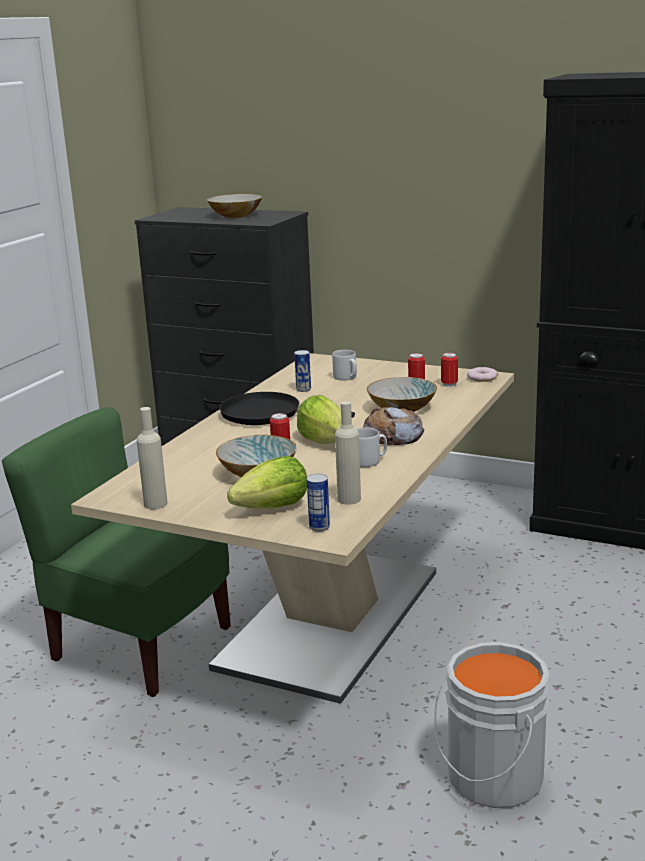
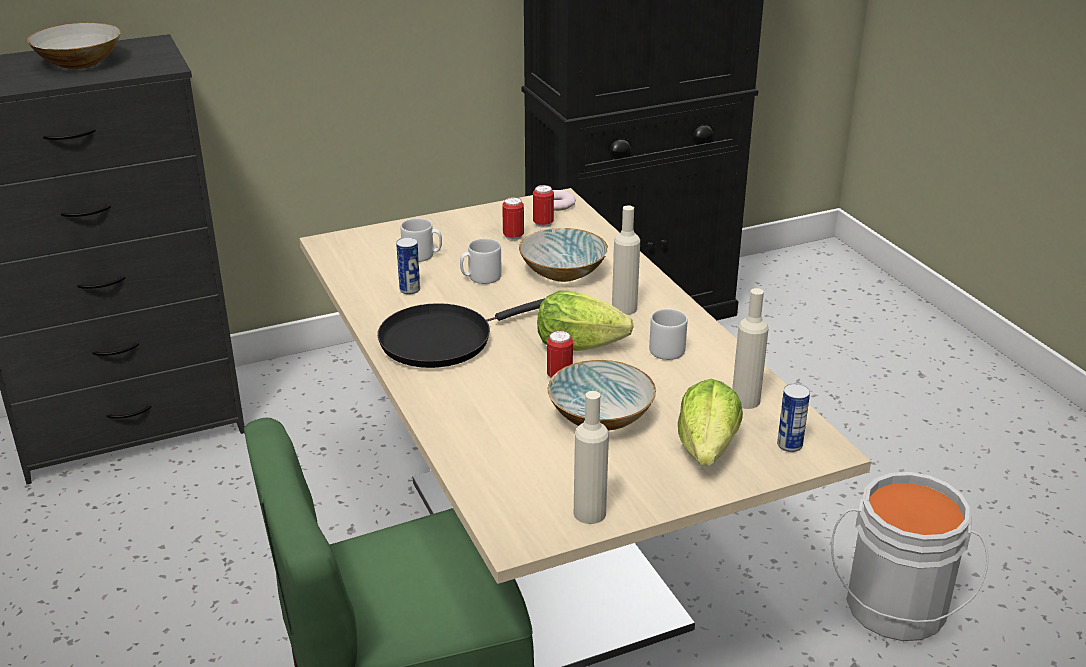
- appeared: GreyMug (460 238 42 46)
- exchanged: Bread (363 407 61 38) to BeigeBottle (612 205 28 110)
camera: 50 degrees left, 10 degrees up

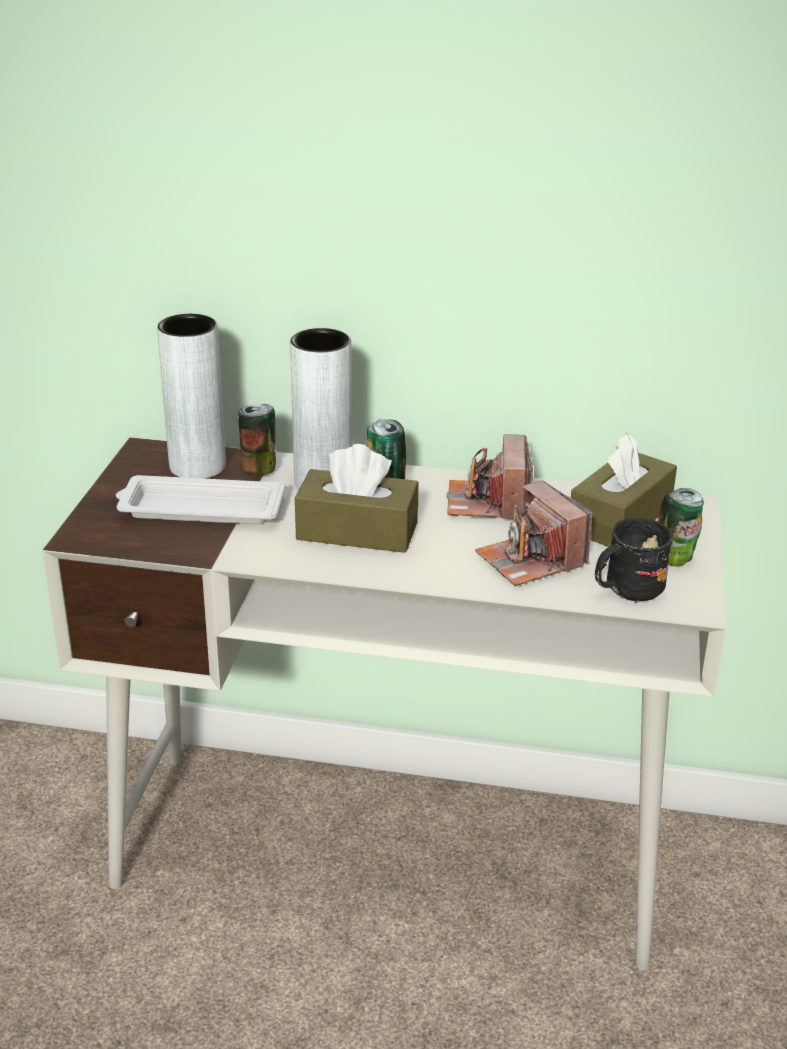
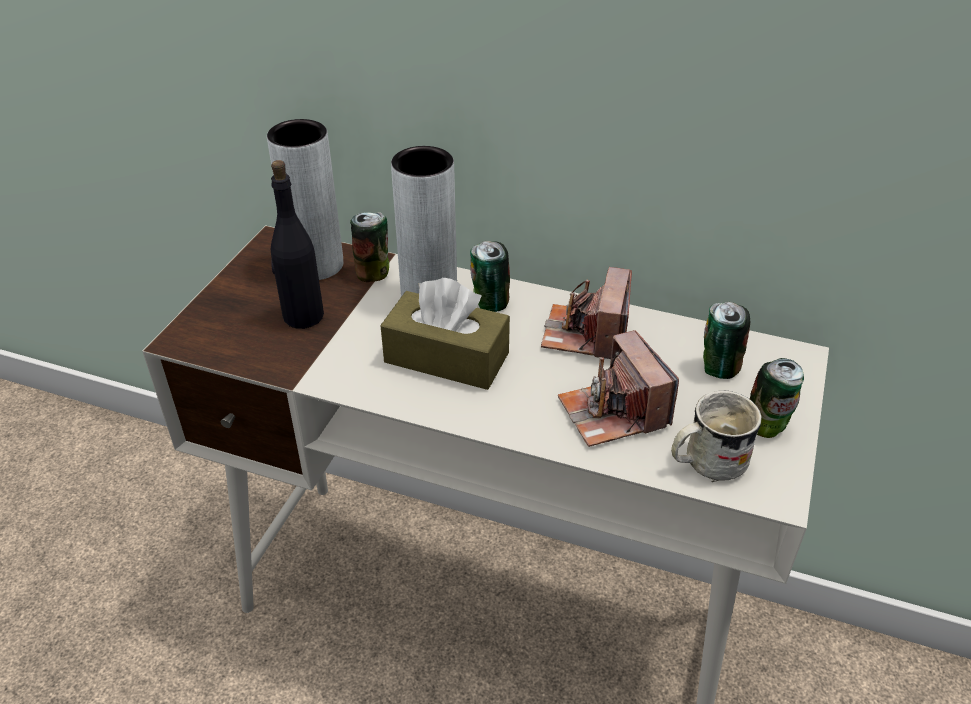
- exchanged: WhiteTray (116 475 170 49) to BlackBottle (271 160 53 169)
- exchanged: BrownTissueBox (571 433 106 114) to Can (703 302 47 77)
- colour: BlackMug (595 518 78 85) to WhiteMug (671 391 91 91)
camera: 10 degrees right, 10 degrees up

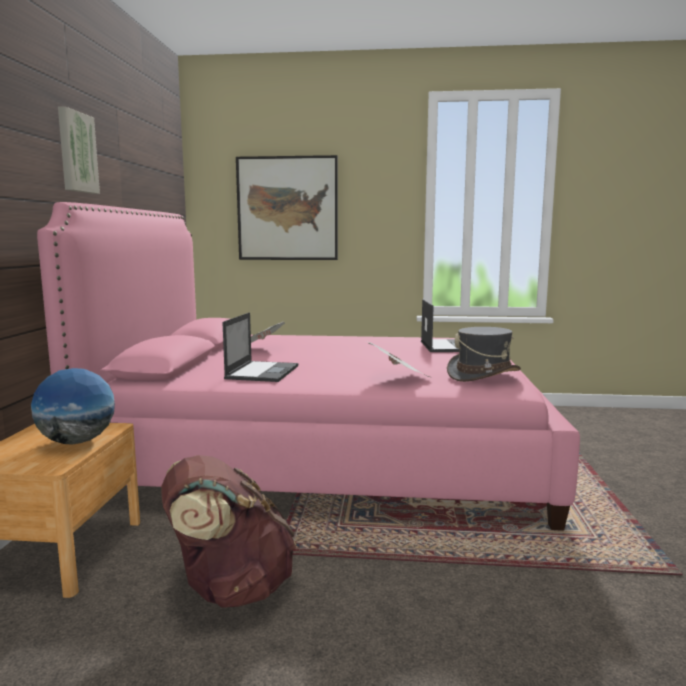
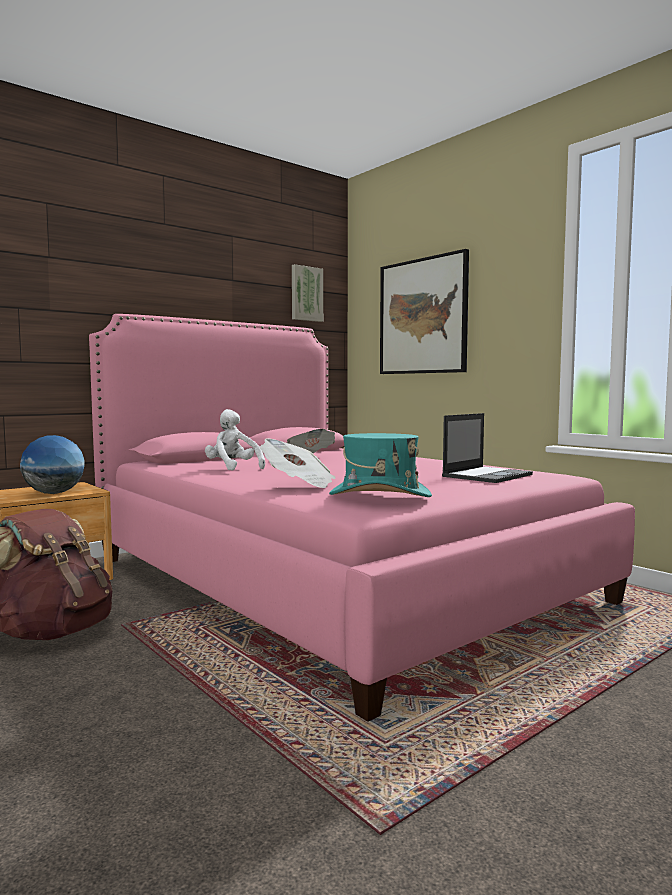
- relocated: Picture (58 106 42 88) to (292 264 31 58)
- exchanged: Laptop (222 312 76 70) to WhitePlushToy (205 409 60 62)
- colour: GreyHat (447 327 74 55) to TurquoiseHat (329 433 103 64)
camera: 45 degrees right, 5 degrees down

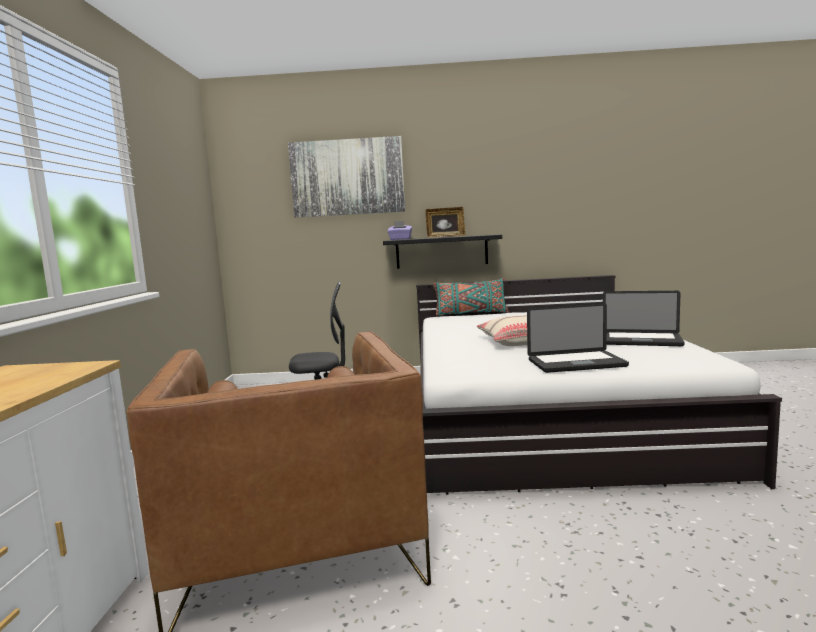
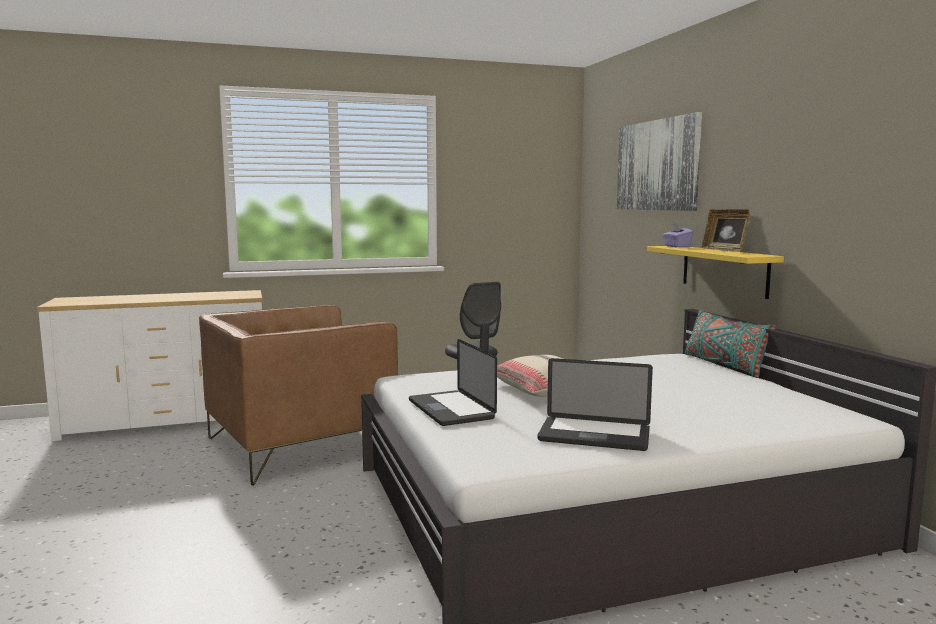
- colour: BlackShelf (383 234 119 35) to YellowShelf (647 246 137 53)
- spun: Laptop (603 291 82 55) = (537 358 116 93) 75 degrees counterclockwise
camera: 70 degrees right, 0 degrees up

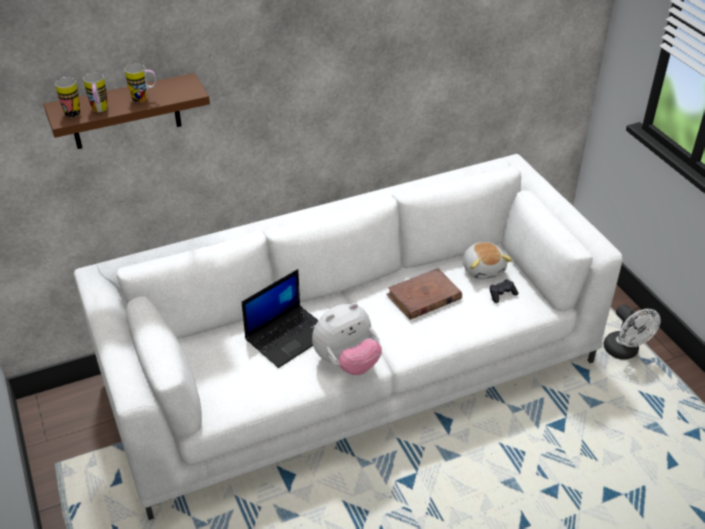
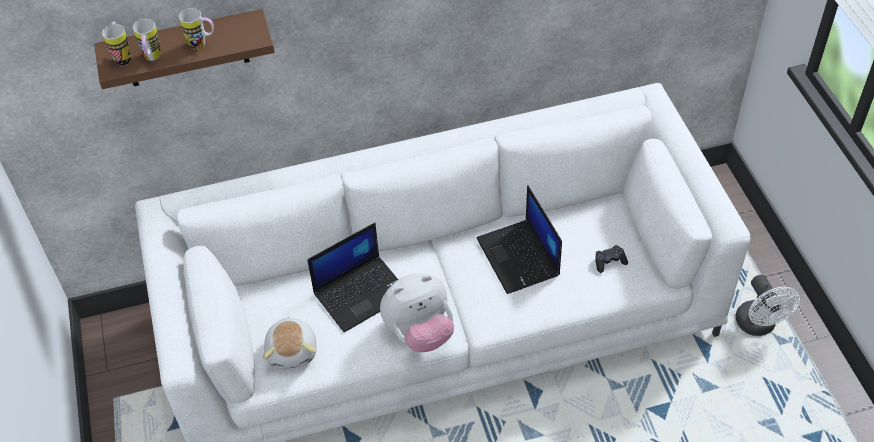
- relocated: PlushToy (463 242 49 37) to (263 316 54 53)
- exchanged: BrownBook (386 268 76 52) to Laptop (477 185 85 109)
camera: 10 degrees right, 10 degrees up

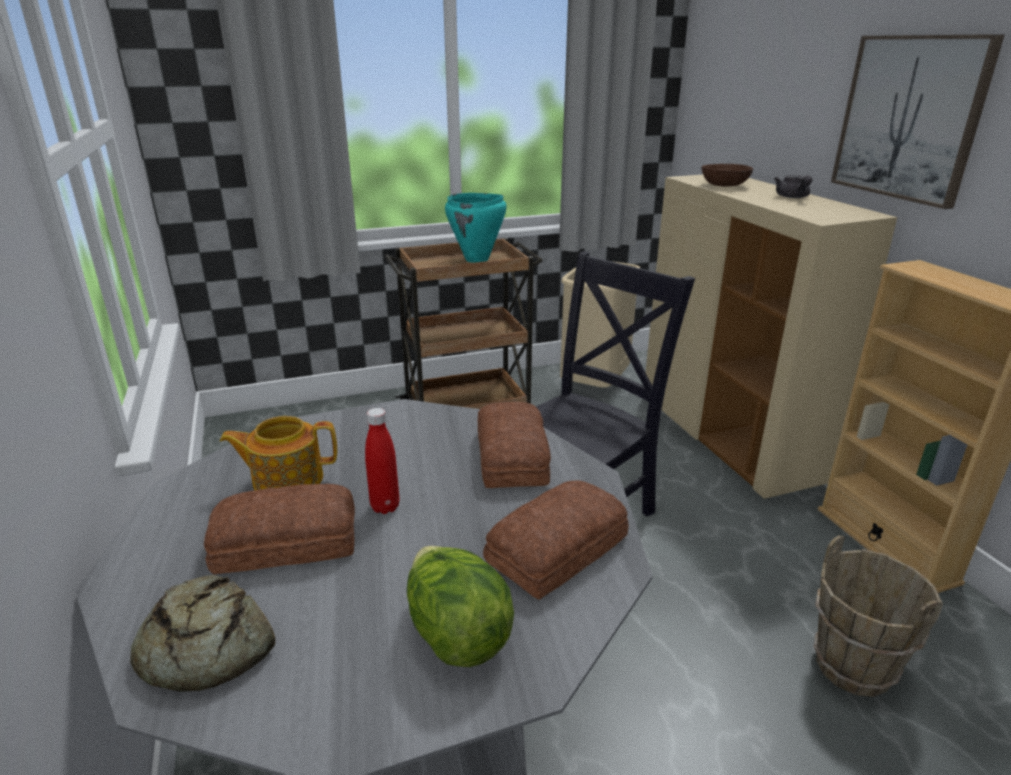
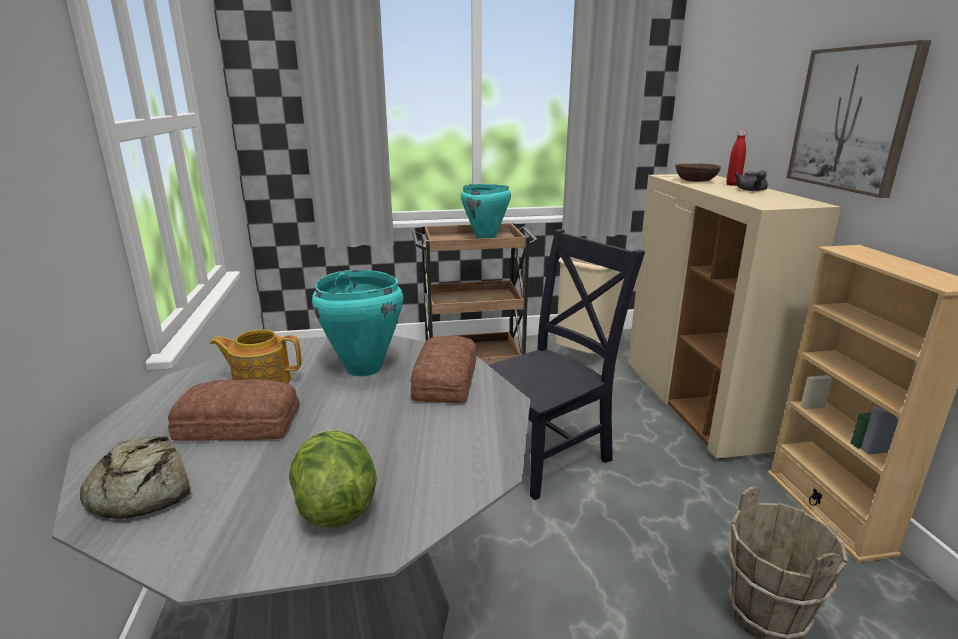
- missing: Bread (483 480 146 120)
- appeared: TurquoiseCookingPot (312 270 91 107)
- relocated: RedBottle (365 408 35 106) to (726 130 21 56)
camera: 10 degrees right, 5 degrees down

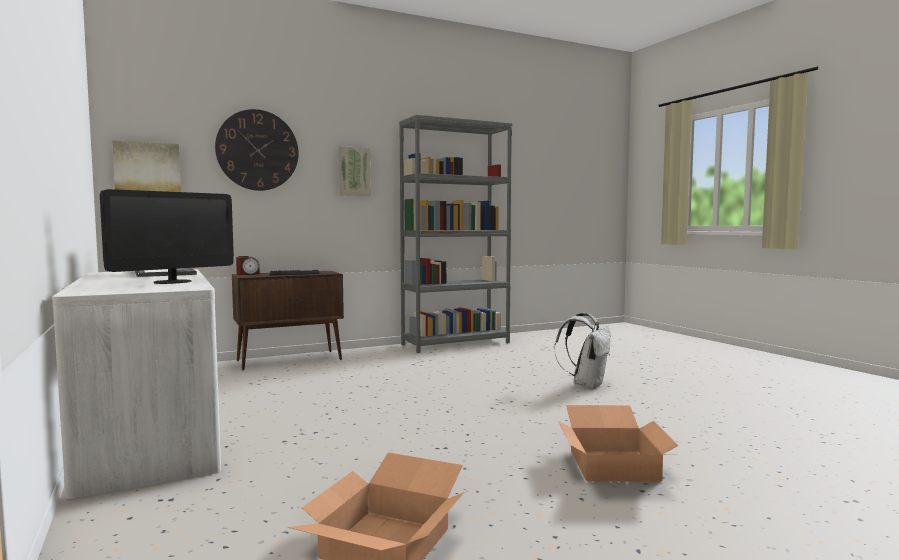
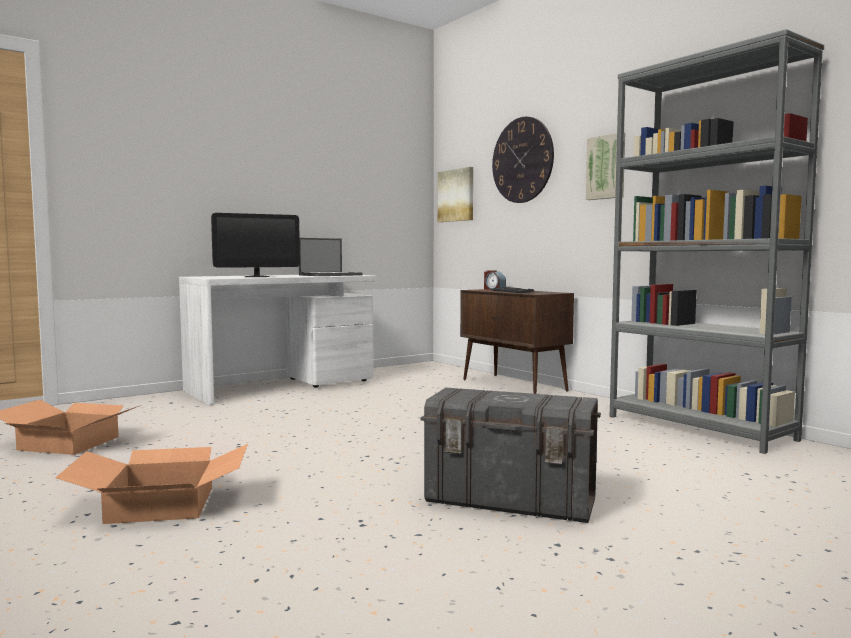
- exchanged: WhiteBackpack (554 313 57 76) to GreyStorageBox (421 388 180 135)
- spun: Monitor (100 189 134 95) = (211 213 89 64) 60 degrees counterclockwise
camera: 80 degrees right, 0 degrees up

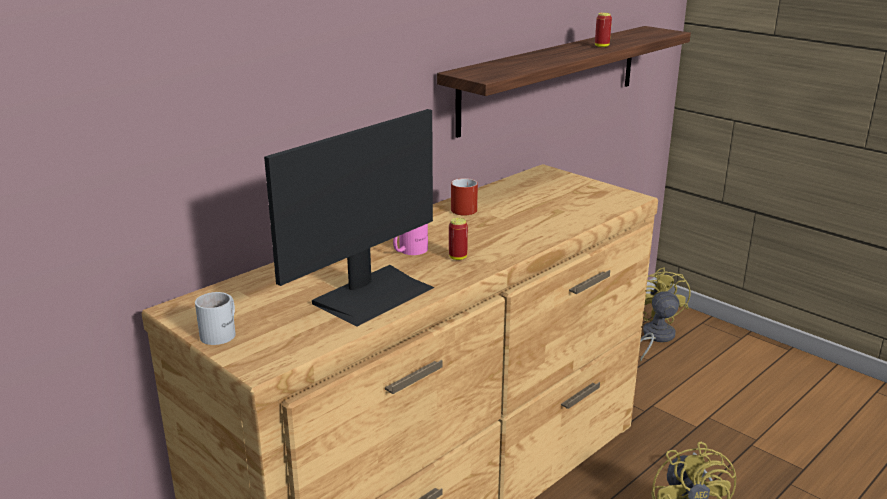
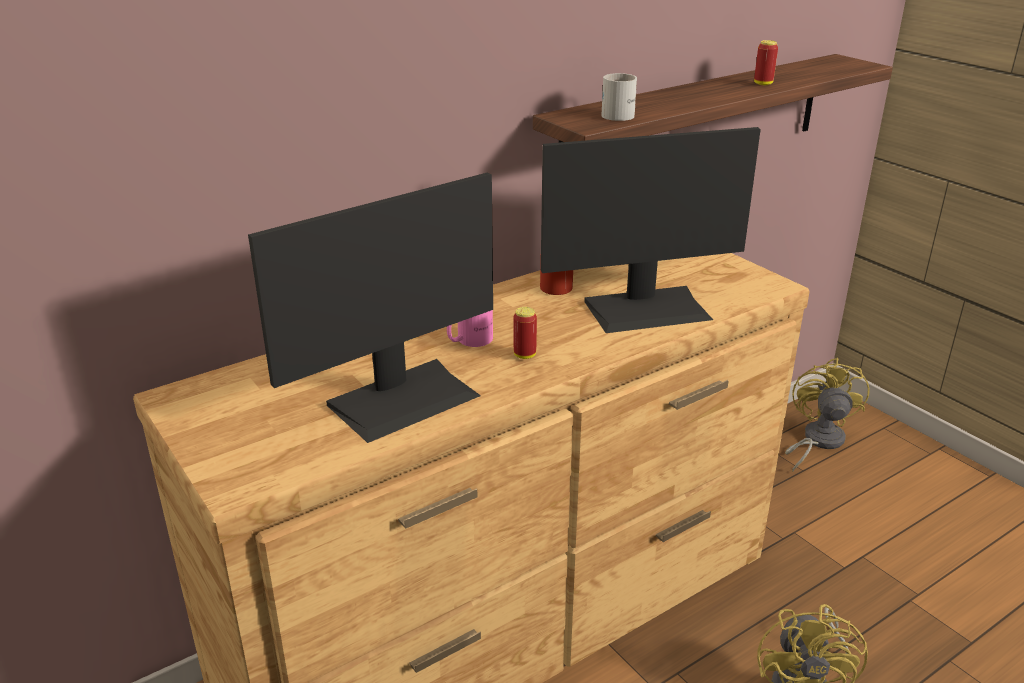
- appeared: Monitor (541 127 220 206)
- relocated: WhiteMug (195 292 41 53) to (601 73 36 48)
camera: 10 degrees right, 5 degrees up

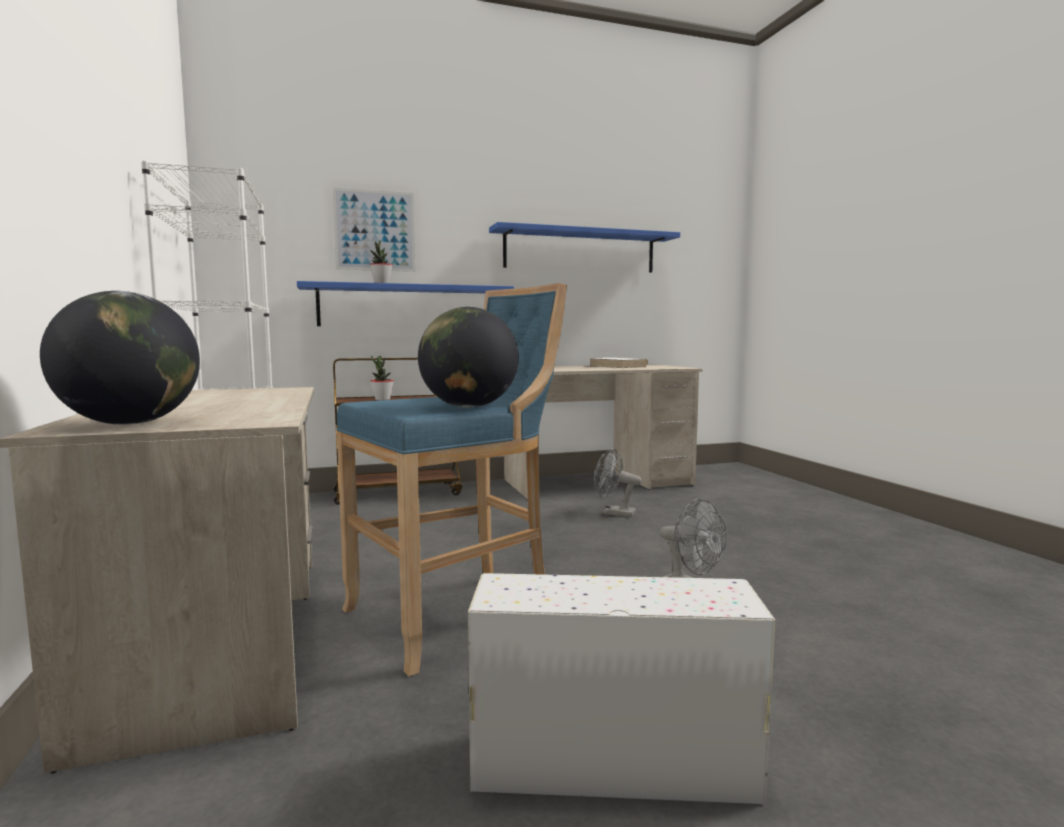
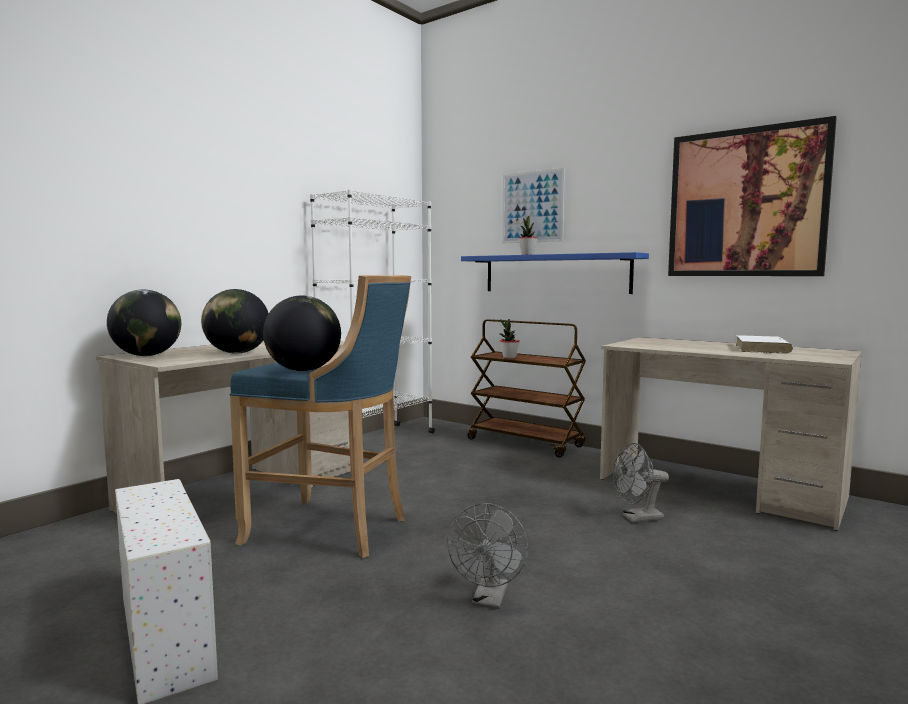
- appeared: Globe (201 289 68 65)
- exchanged: BlueShelf (489 222 191 51) to Picture (668 116 169 160)
- spun: GreyFan (594 448 48 69) = (613 443 56 80) 90 degrees counterclockwise
camera: 55 degrees right, 0 degrees up

